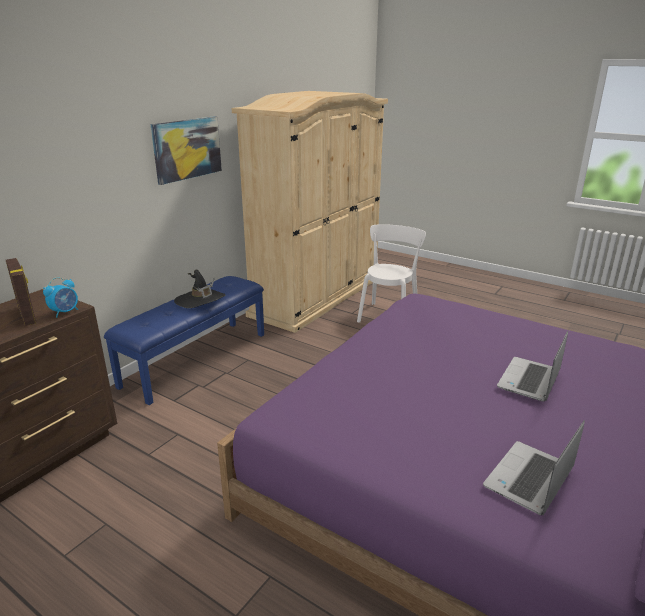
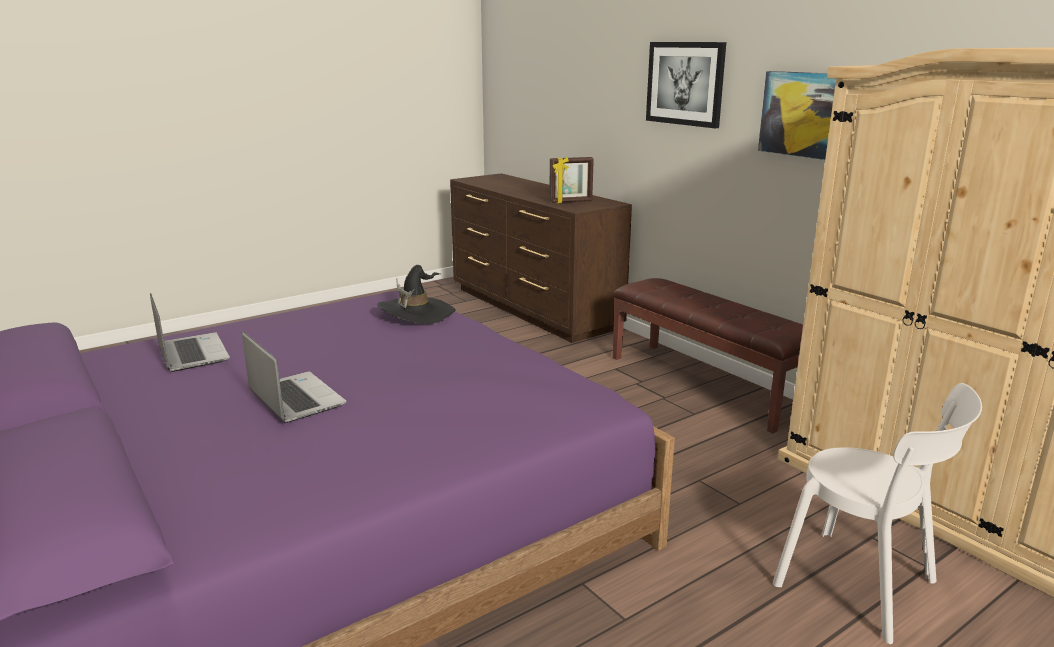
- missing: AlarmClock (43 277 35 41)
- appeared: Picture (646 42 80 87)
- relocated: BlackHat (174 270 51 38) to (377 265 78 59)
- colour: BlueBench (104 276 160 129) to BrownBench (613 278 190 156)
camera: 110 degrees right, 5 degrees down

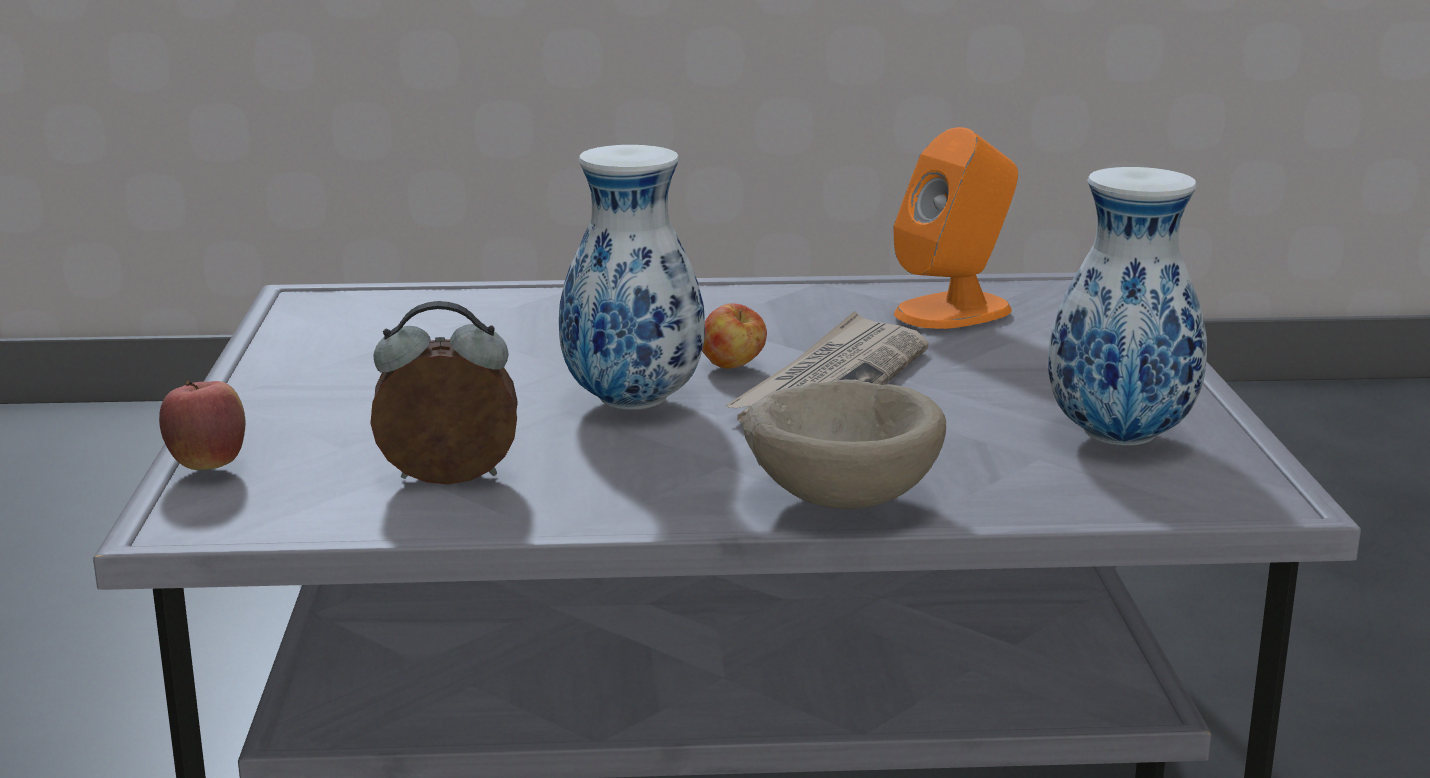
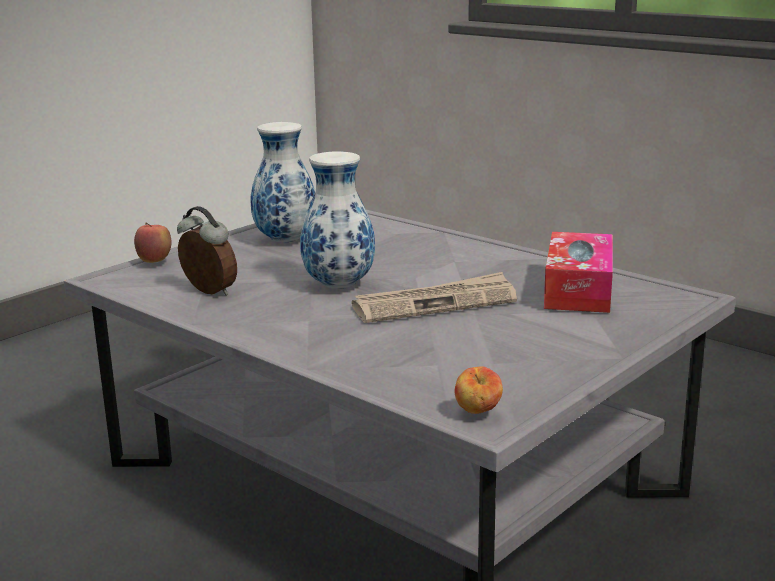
- missing: BeigeBowl (743 379 203 130)
- relocated: Apple (702 303 65 66) to (454 366 49 48)
- relocated: Vase (1048 167 159 279) to (251 122 64 120)
- exchanged: OrangeSpeaker (893 127 125 202) to TissueBox (544 232 69 81)
camera: 45 degrees right, 0 degrees up

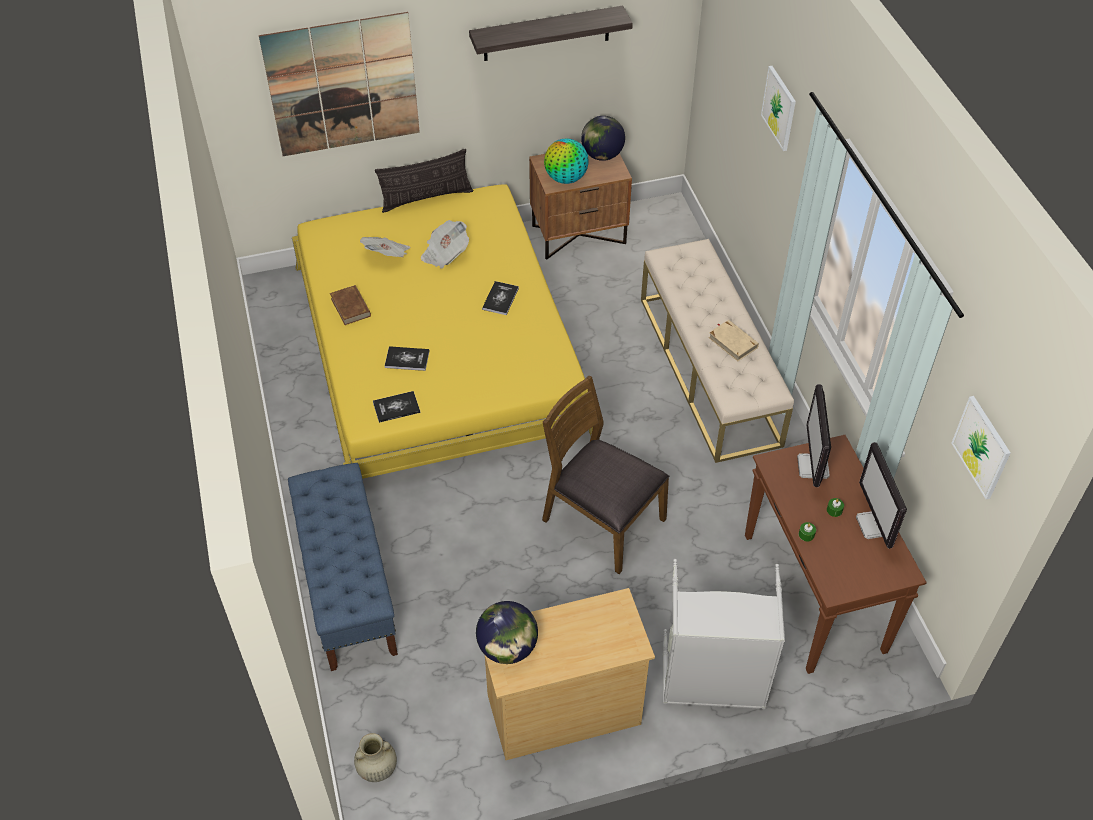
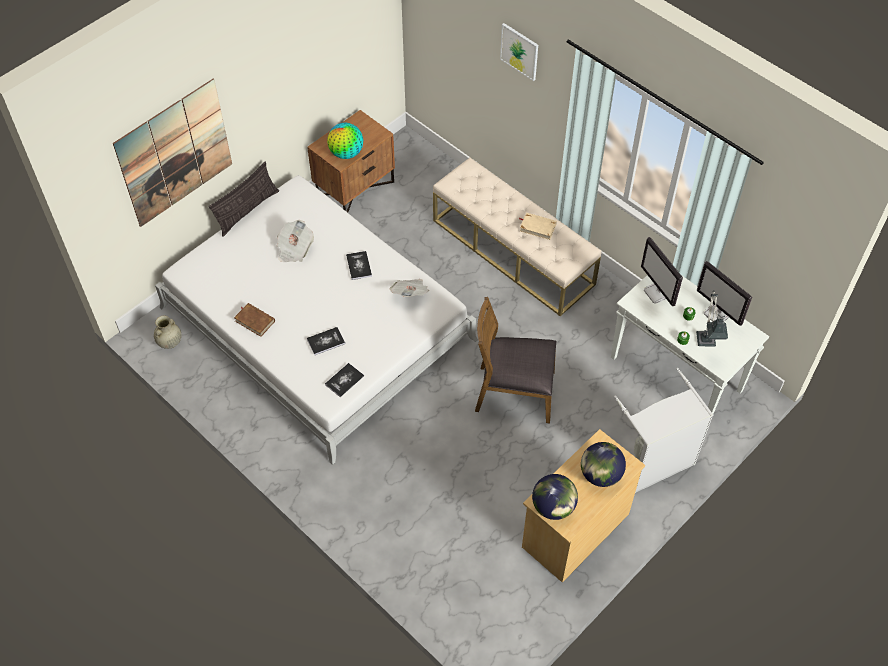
- missing: BlueBench (288 463 110 208)
- missing: Shelf (469 6 164 55)
- missing: Picture (951 396 60 103)
- appeared: TableLamp (696 291 32 56)
- relocated: BeigeVase (354 733 43 49) to (154 316 27 33)
- relocated: Newspaper (360 237 50 20) to (390 279 39 18)
- relocated: Globe (581 116 44 45) to (581 442 45 45)
- colour: YellowBed (292 184 301 295) to WhiteBed (155 175 323 290)
- colour: BrownConsoleTable (745 435 182 239) to WhiteConsoleTable (611 275 158 139)
camera: 30 degrees left, 5 degrees up

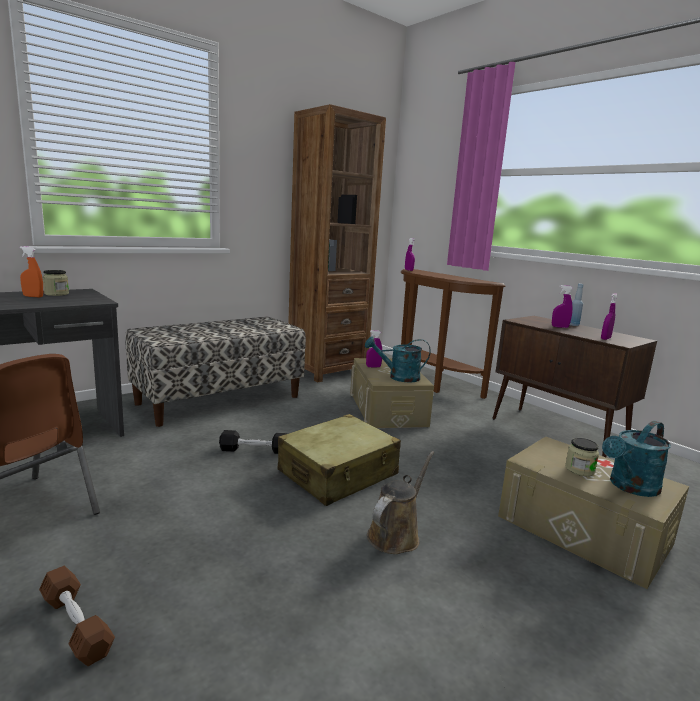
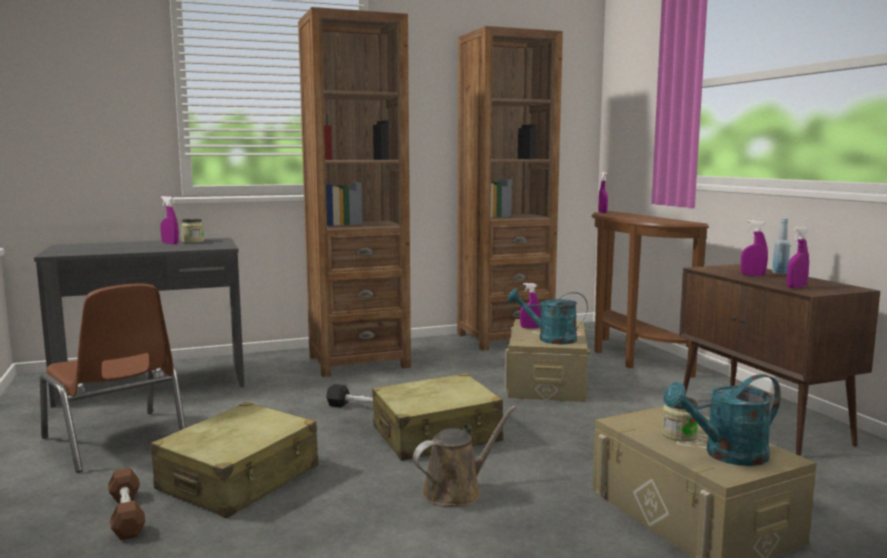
- appeared: BeigeSuitcase (151 402 167 116)
- exchanged: Bench (125 317 181 110) to BrownBookcase (298 7 113 370)
- colour: OrangeSprayBottle (20 246 23 51) to PurpleSprayBottle (160 196 19 48)
camera: 20 degrees right, 5 degrees down

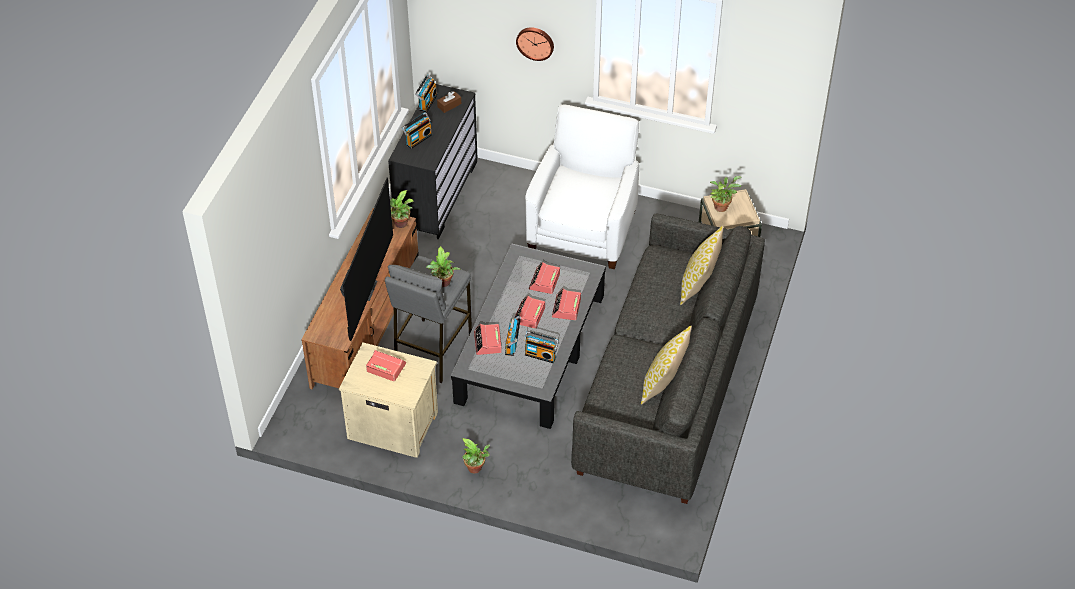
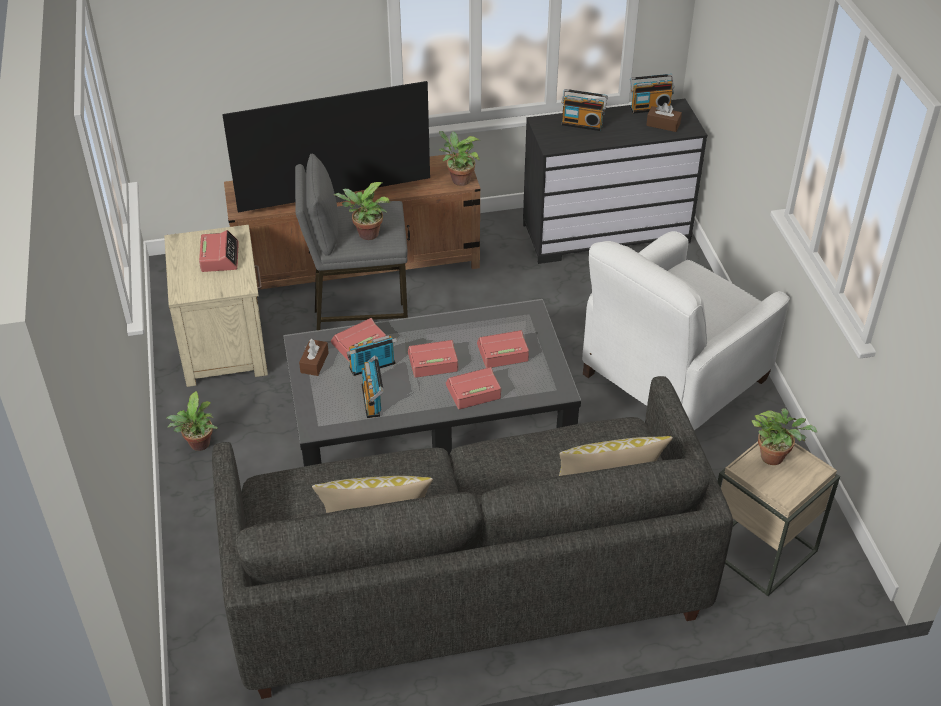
- missing: WallClock (516 28 38 33)
- appeared: BrownTissueBox (299 339 30 37)
- spun: WhiteArmchair (525 105 114 164) = (582 231 208 199) 150 degrees clockwise
camera: 60 degrees right, 5 degrees down

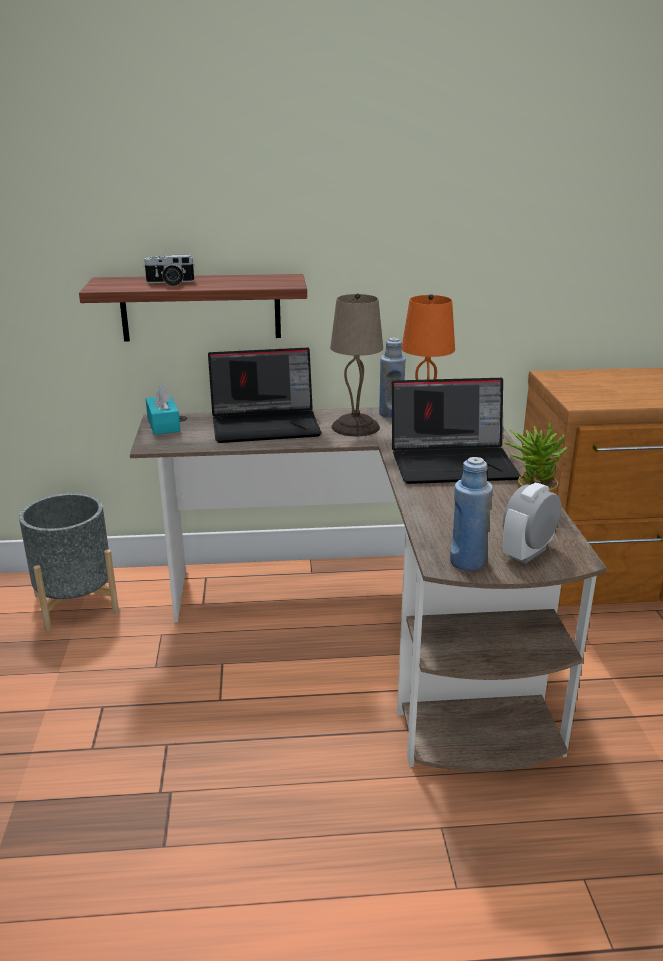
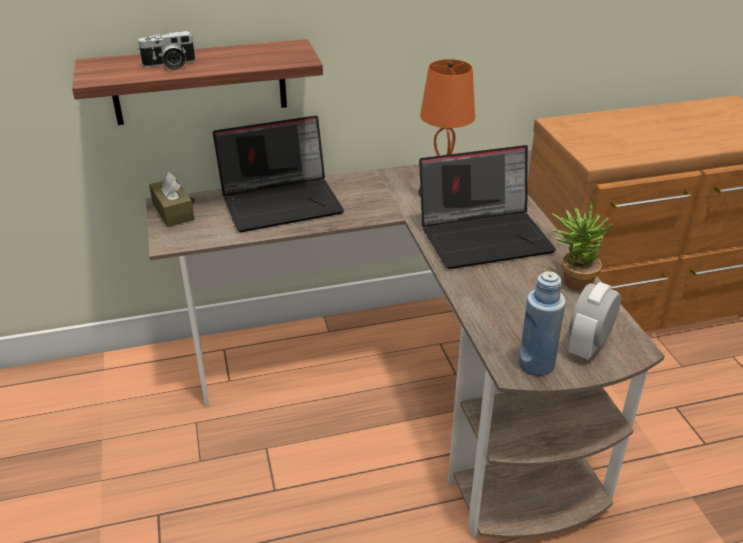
- missing: GreyPlanter (19 493 100 138)
- missing: BeigeTableLamp (330 293 53 143)
- missing: BlueBottle (379 338 27 80)
- colour: TurquoiseTissueBox (146 385 35 50) to BrownTissueBox (149 171 46 56)
camera: 10 degrees left, 10 degrees up

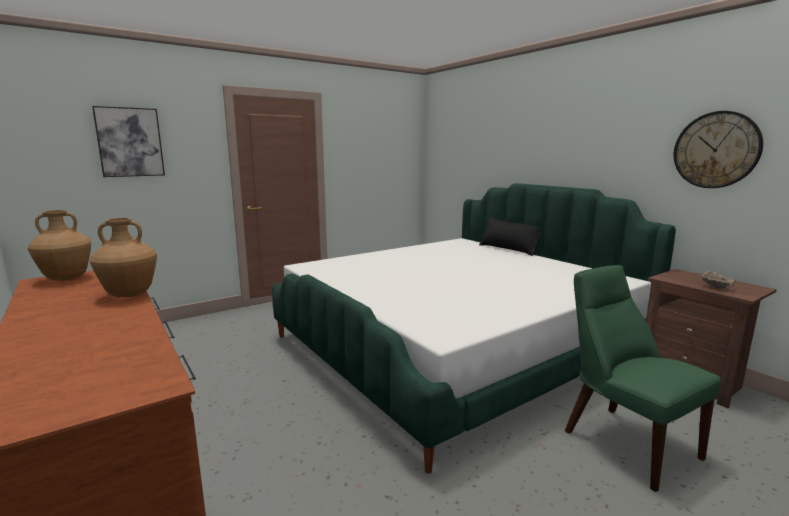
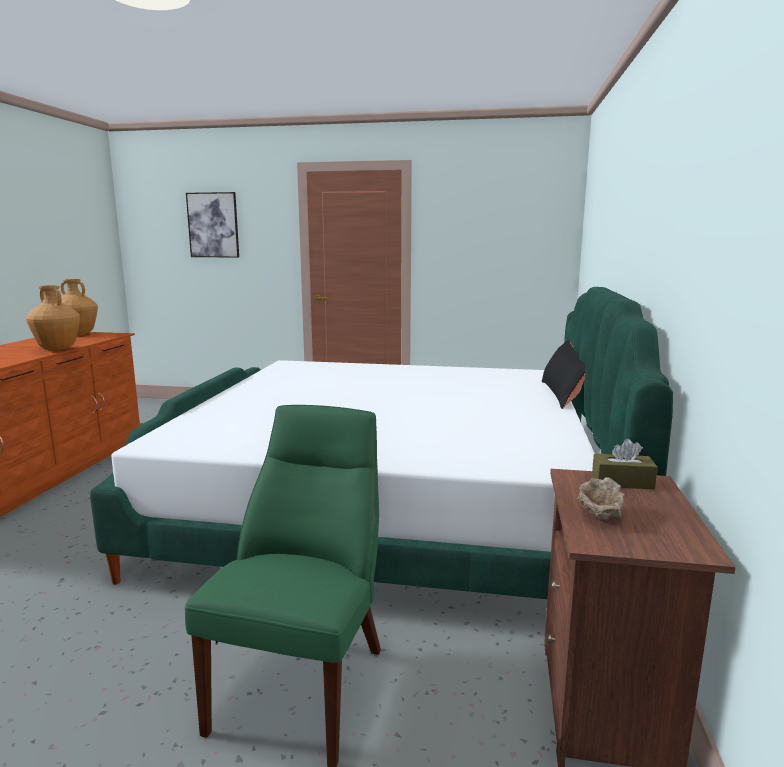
- missing: WallClock (674 111 89 77)
- appeared: BrownTissueBox (592 439 66 51)
camera: 45 degrees right, 0 degrees up

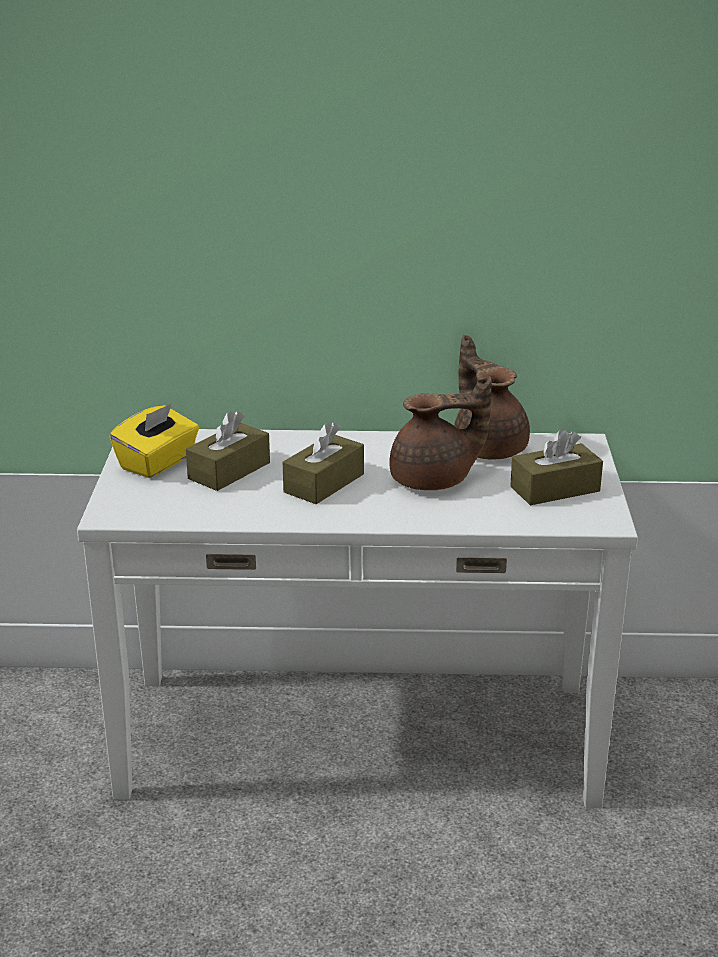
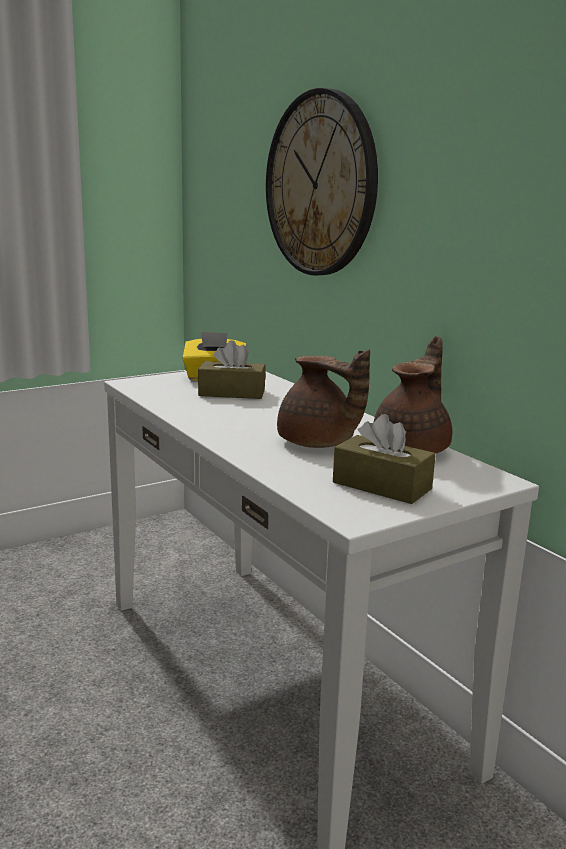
- missing: BrownTissueBox (283 422 81 82)
- appeared: WallClock (266 88 112 188)
camera: 55 degrees right, 10 degrees down

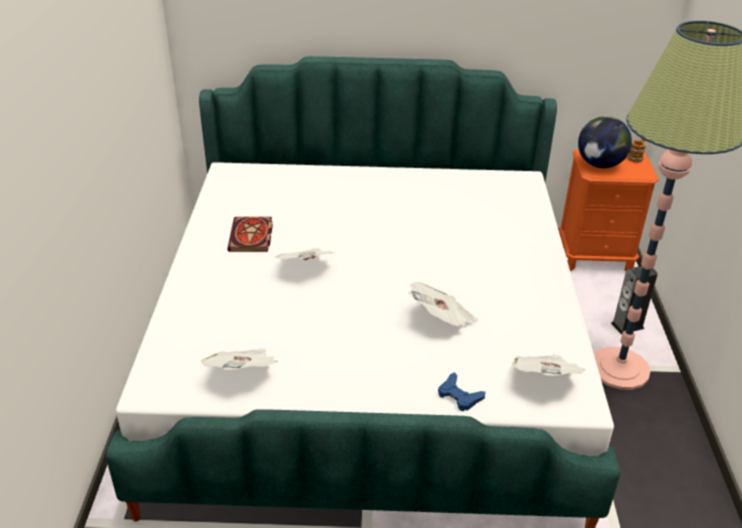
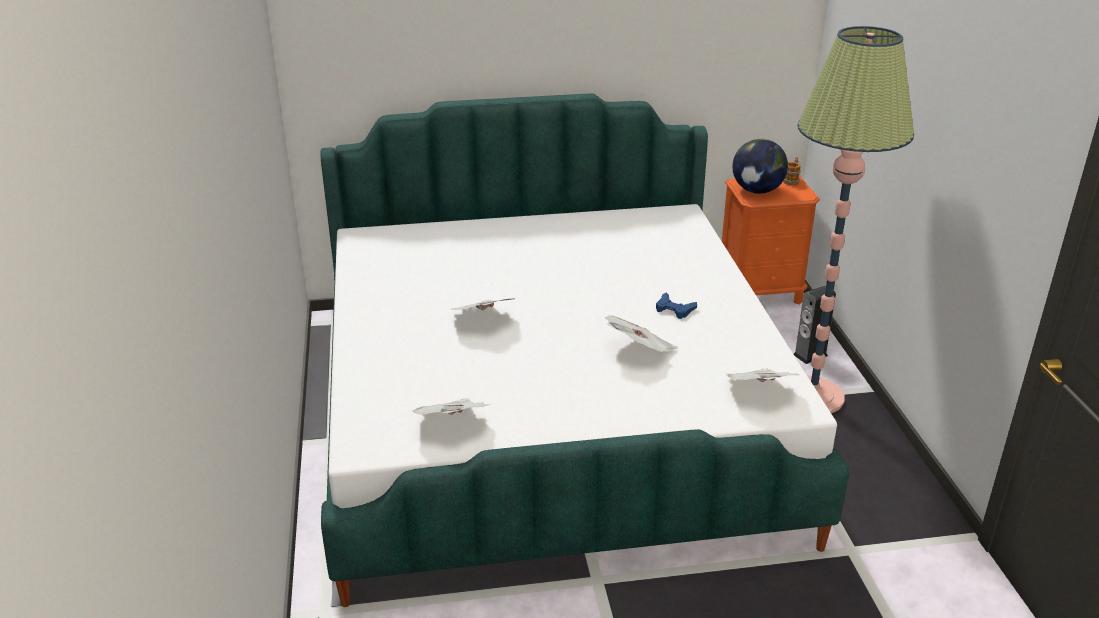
- missing: Book (227 217 46 35)
- relocated: BlueGameController (438 372 48 39) to (656 293 41 26)
camera: 10 degrees left, 5 degrees down

